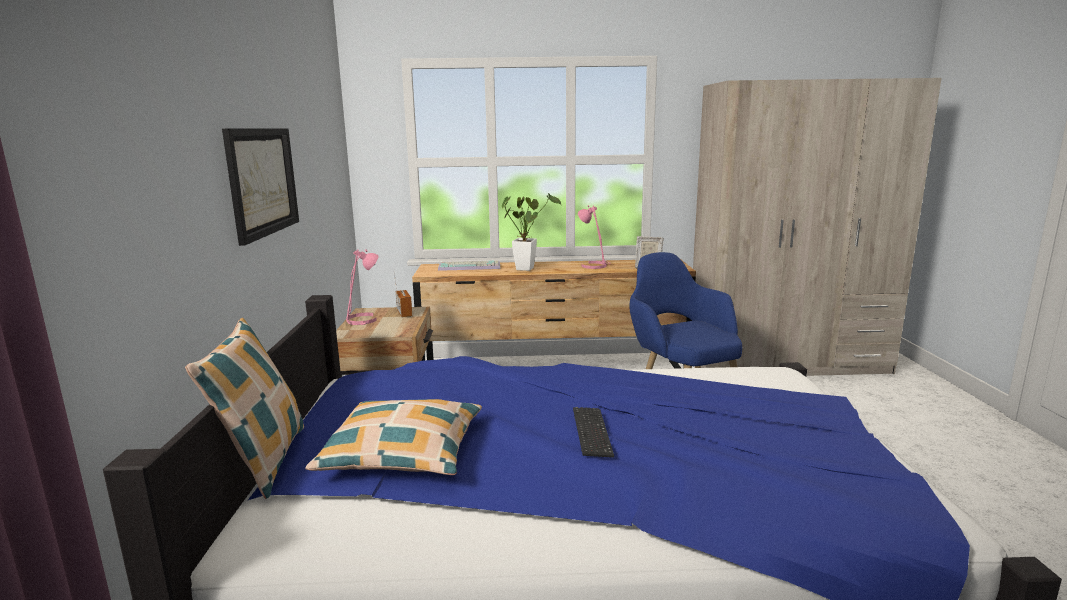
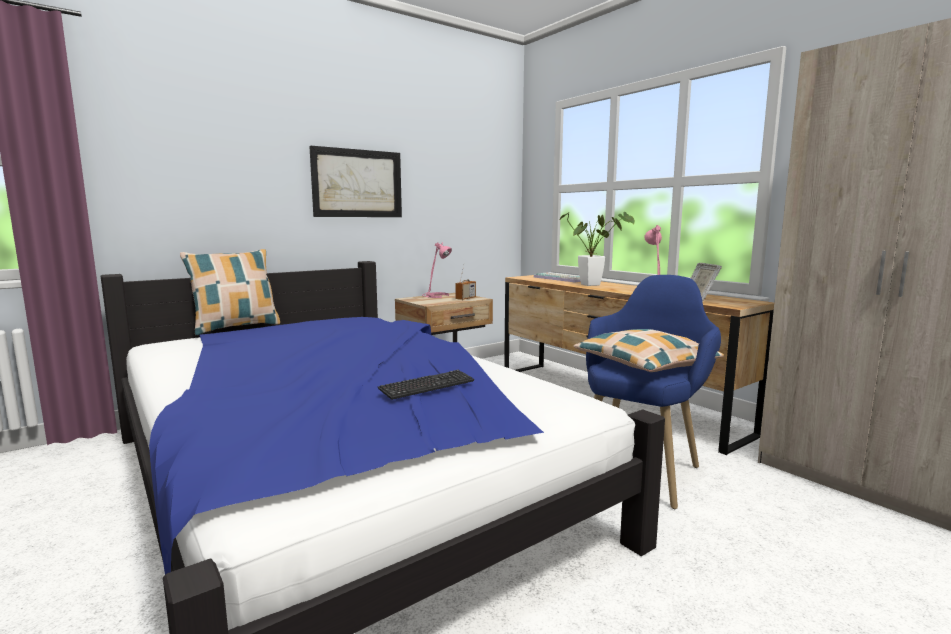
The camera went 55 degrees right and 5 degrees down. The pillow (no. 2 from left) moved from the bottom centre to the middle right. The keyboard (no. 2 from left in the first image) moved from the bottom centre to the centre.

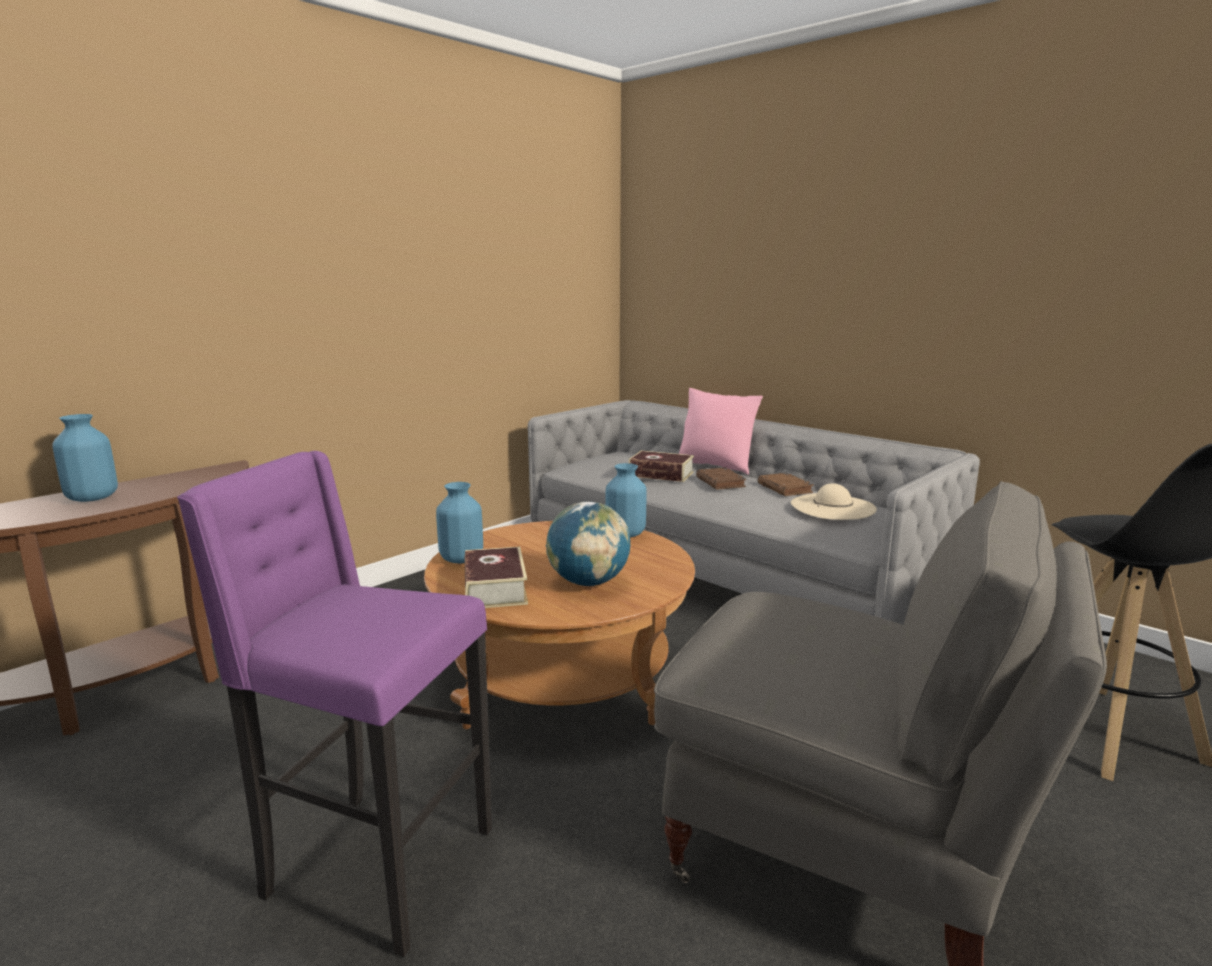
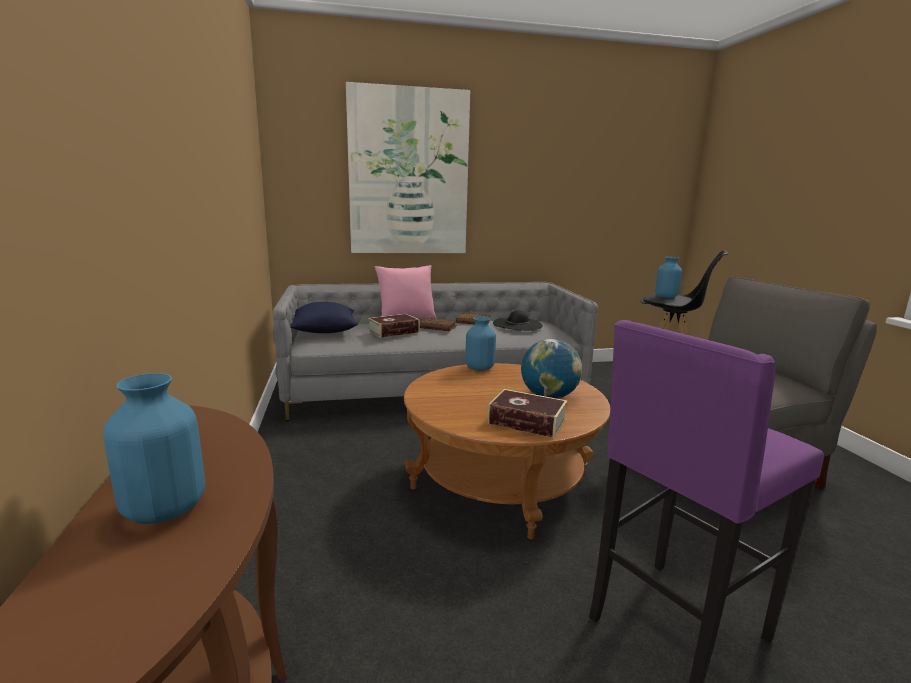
The camera went 55 degrees left and 0 degrees up. The vase/bluish (no. 2 from left in the first image) moved from the centre to the middle right. The clothing hat/sand-coloured at the middle right became the clothing hat/blackish at the centre. The wall art at the top centre appeared. The pillow/bluish at the centre appeared.

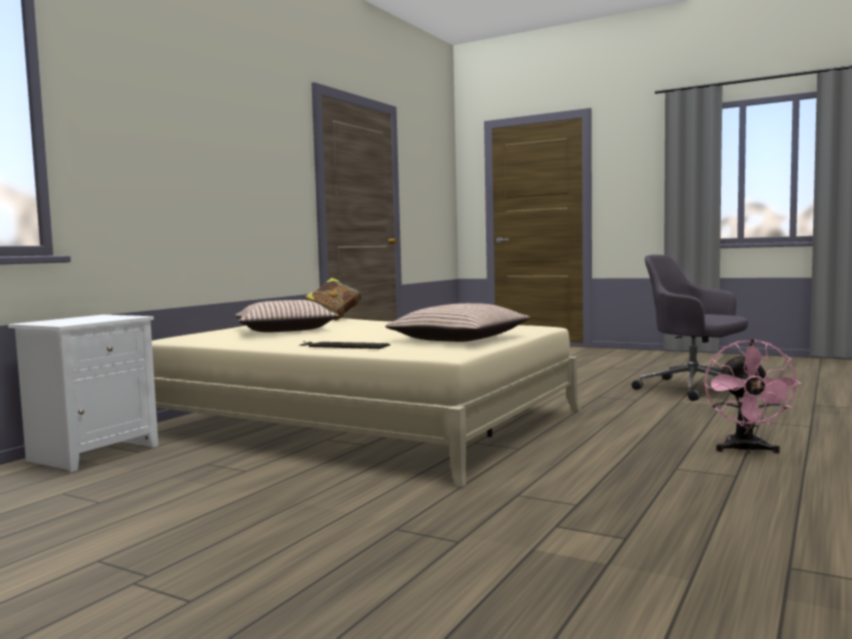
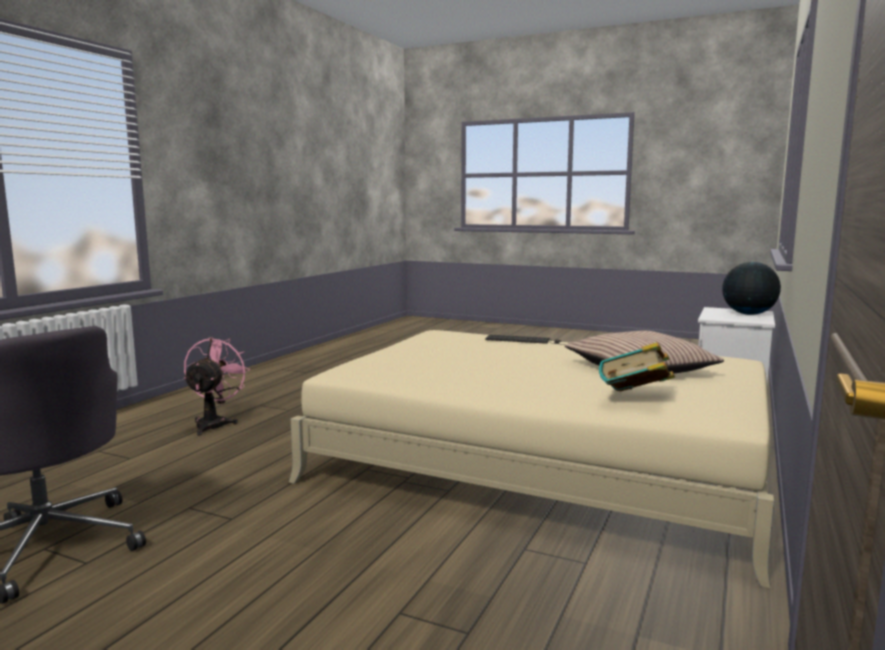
The camera went 175 degrees right and 5 degrees up. The pillow (no. 2 from left) at the centre disappeared. The globe at the middle right appeared.

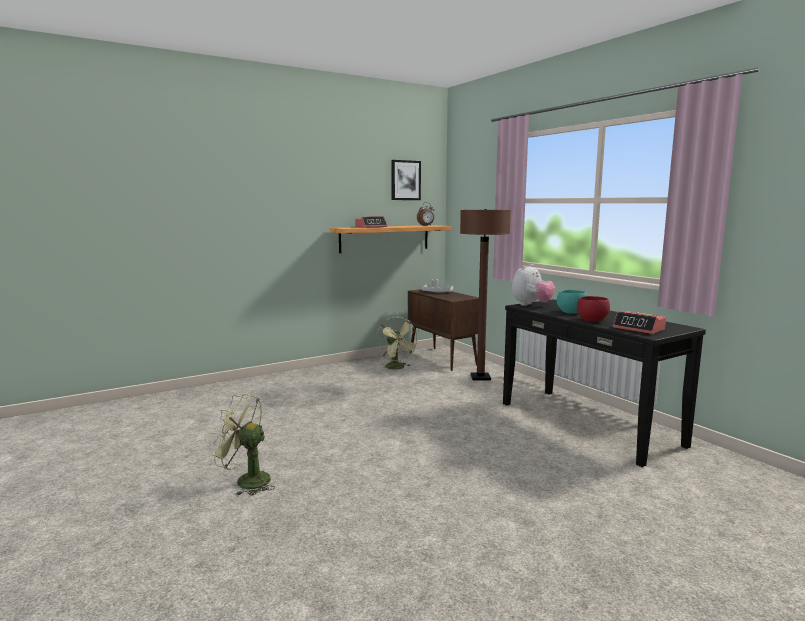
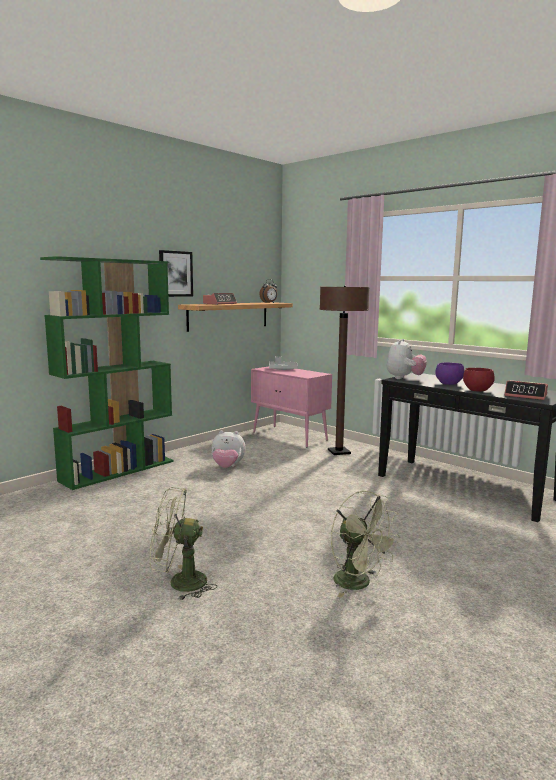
The camera went 15 degrees left and 0 degrees up. The wall art moved from the top centre to the middle left. The cupboard/brown-coloured at the centre became the cupboard/pinkish at the centre. The bowl/turquoise-coloured at the middle right became the bowl/purple at the middle right. The cooling fan/green (no. 2 from left) moved from the centre to the bottom centre. The bookcase/green at the middle left appeared. The soft toy (no. 1 from left) at the centre appeared.

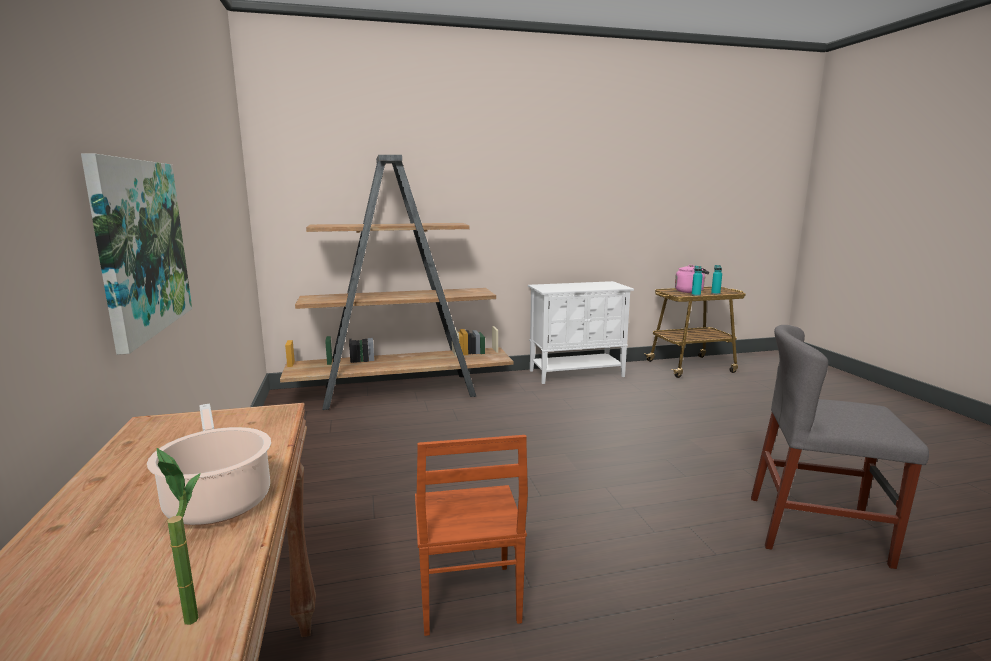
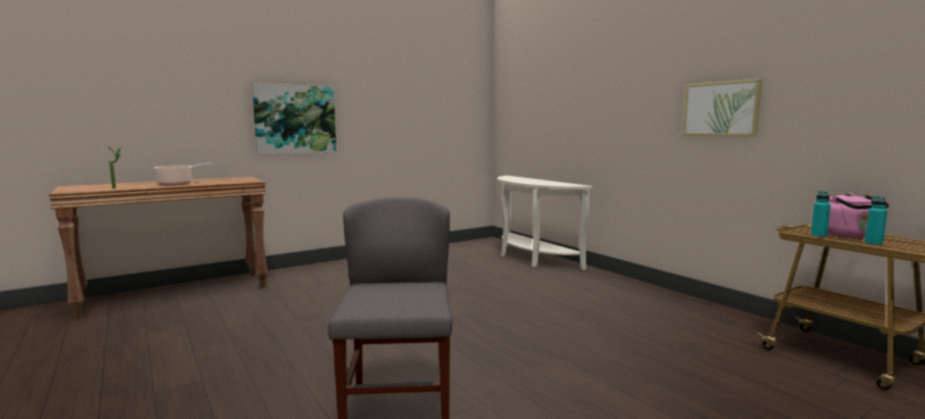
The camera went 70 degrees right and 5 degrees down. The bookcase/brown-coloured at the centre was replaced by the narrow table/whitish at the centre. The cupboard/whitish at the centre disappeared. The chair/brown-coloured at the bottom centre disappeared. The wall art (no. 2 from left) at the top right appeared.

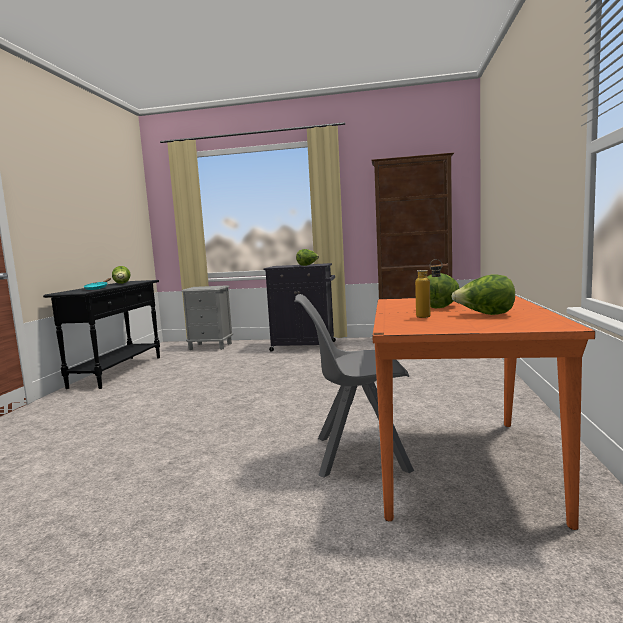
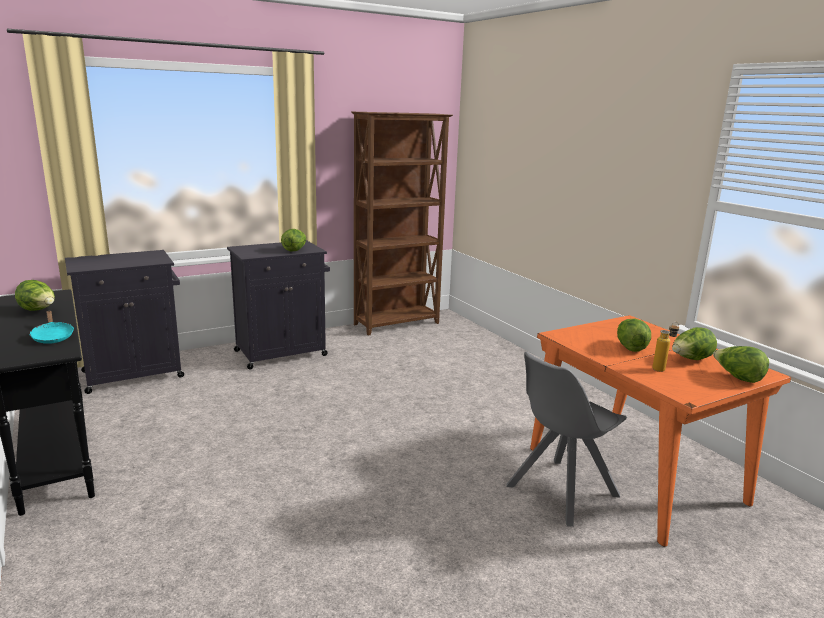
The camera went 40 degrees left and 10 degrees up. The nightstand/greyish at the middle left was replaced by the cupboard/blackish (no. 1 from left) at the middle left. The head of lettuce (no. 5 from left) at the middle right appeared.

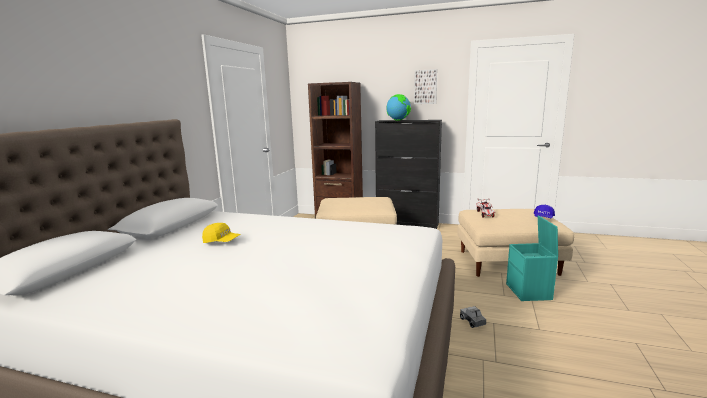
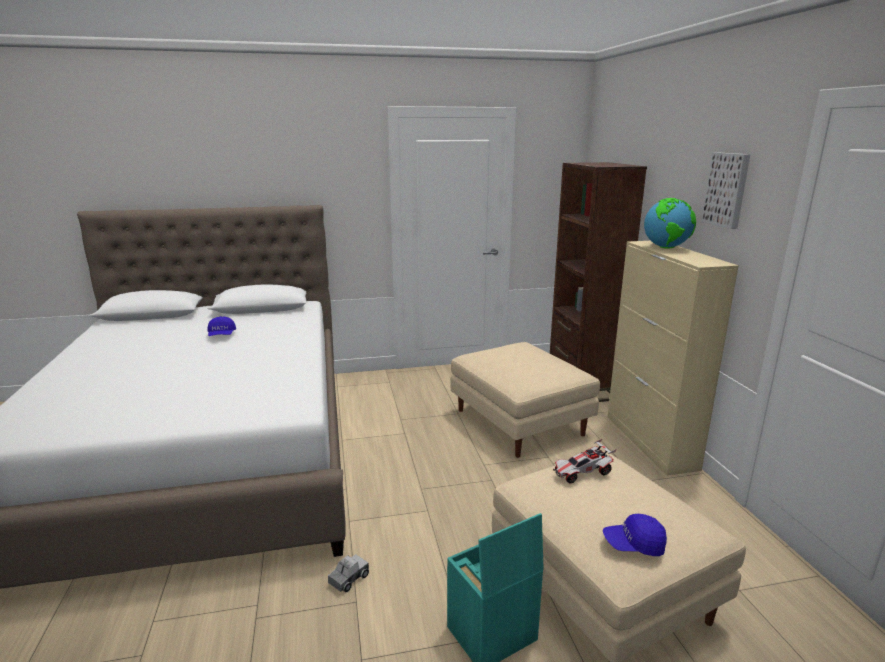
The camera went 60 degrees right and 5 degrees up. The cupboard/blackish at the centre became the cupboard/sand-coloured at the middle right. The peaked cap/yellow at the middle left became the peaked cap/bluish (no. 1 from left) at the middle left.

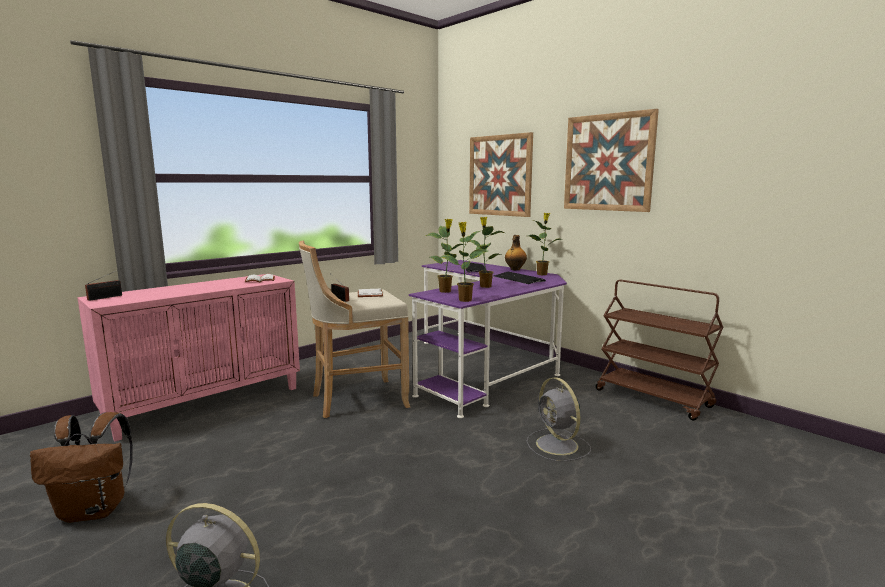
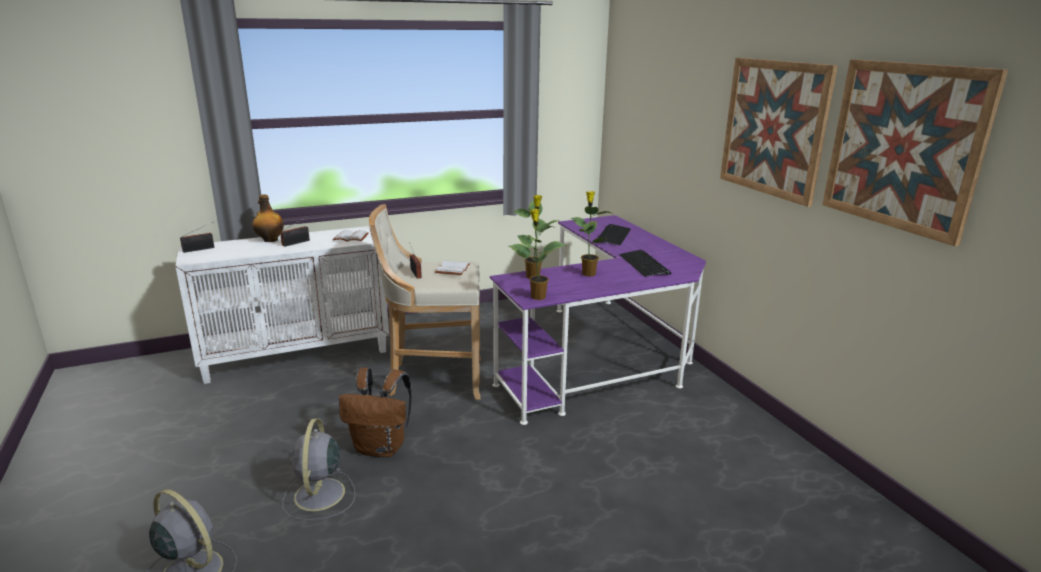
The camera went 20 degrees right and 10 degrees up. The wall art (no. 1 from left in the first image) moved from the top centre to the top right. The plant in a pot (no. 4 from left) at the centre disappeared. The drink bottle moved from the centre to the middle left. The cupboard/pinkish at the middle left became the cupboard/whitish at the middle left. The wheeled cart/brown-coloured at the middle right disappeared. The cooling fan/greyish (no. 2 from left) moved from the bottom centre to the bottom left. The rucksack/brown-coloured moved from the bottom left to the bottom centre. The radio receiver (no. 2 from left) at the middle left appeared.

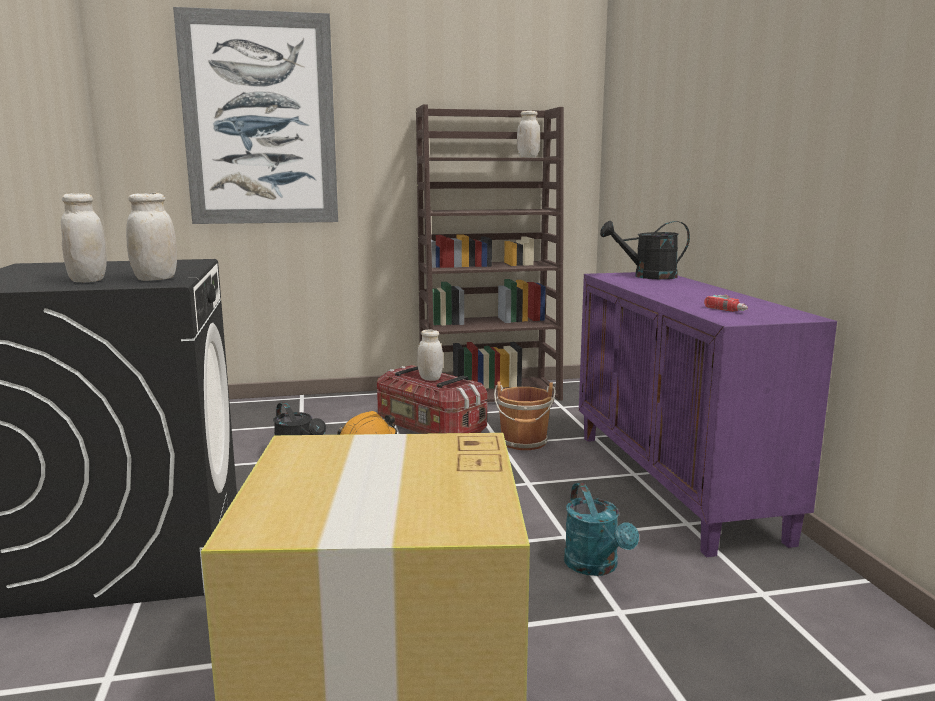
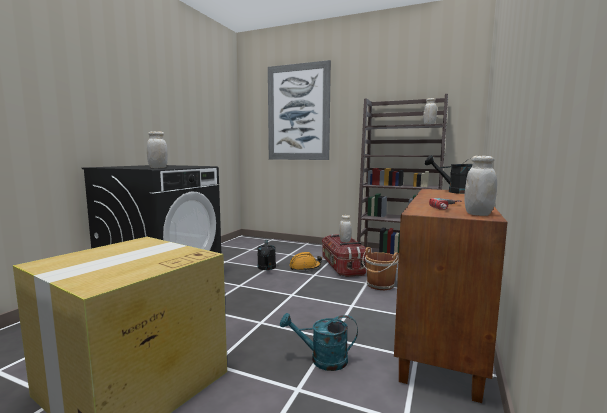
The camera went 35 degrees right and 5 degrees down. The preserve jar/whitish (no. 1 from left in the first image) moved from the middle left to the middle right. The cupboard/purple at the middle right became the cupboard/brown-coloured at the bottom right. The watering pot/turquoise-coloured at the bottom centre turned 75 degrees clockwise.

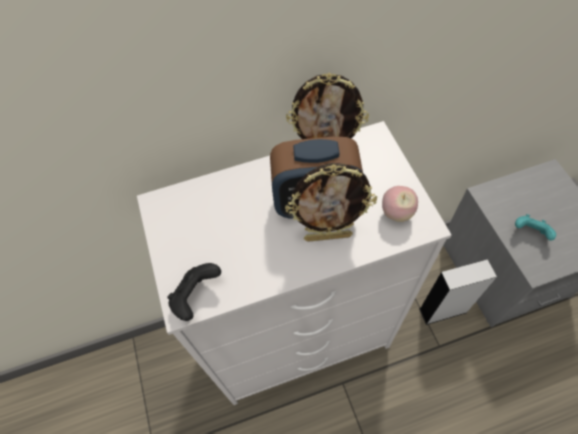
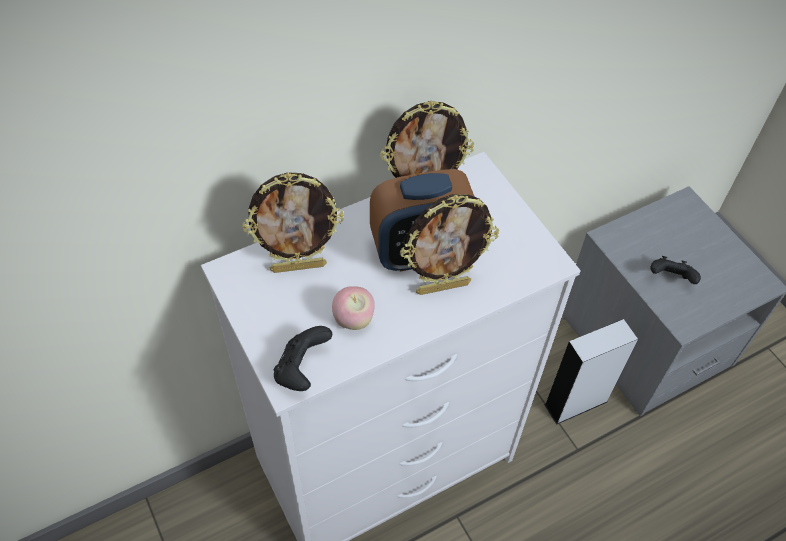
The camera went 15 degrees left and 5 degrees down. The apple moved from the middle right to the centre. The joypad/turquoise-coloured at the middle right became the joypad/blackish (no. 2 from left) at the middle right. The picture frame (no. 1 from left) at the centre appeared.

